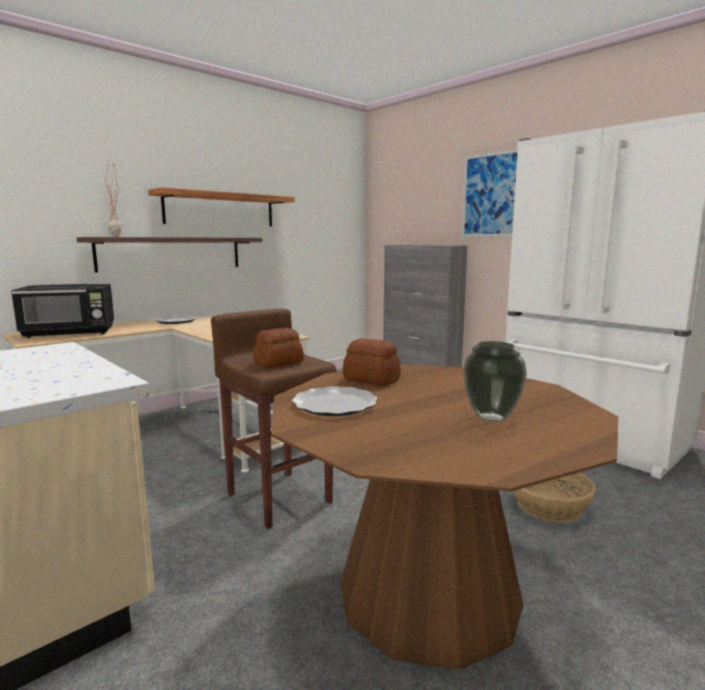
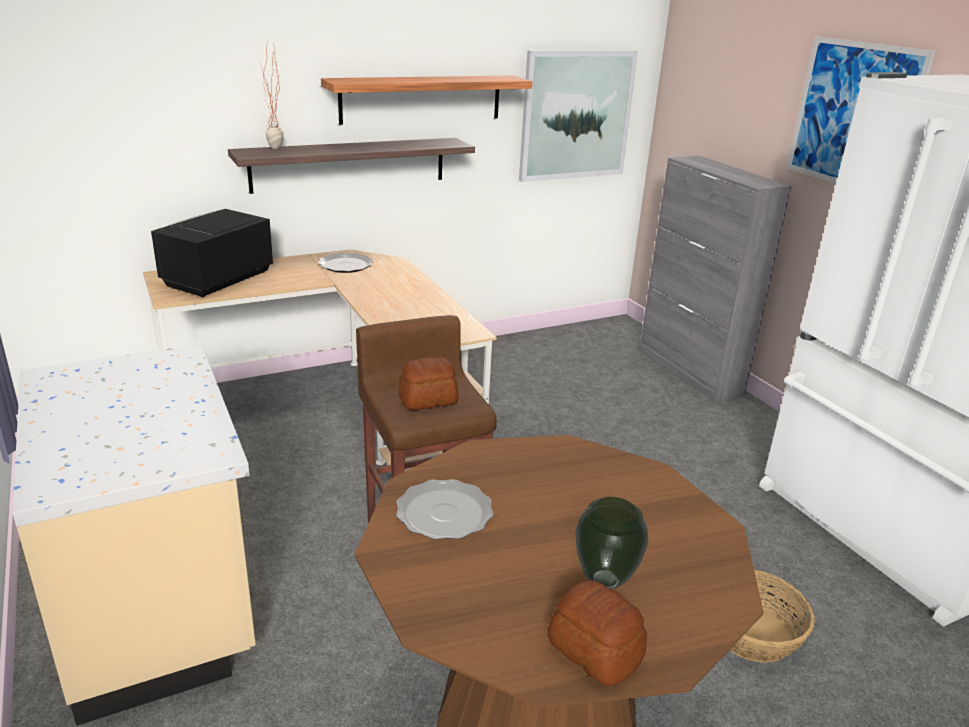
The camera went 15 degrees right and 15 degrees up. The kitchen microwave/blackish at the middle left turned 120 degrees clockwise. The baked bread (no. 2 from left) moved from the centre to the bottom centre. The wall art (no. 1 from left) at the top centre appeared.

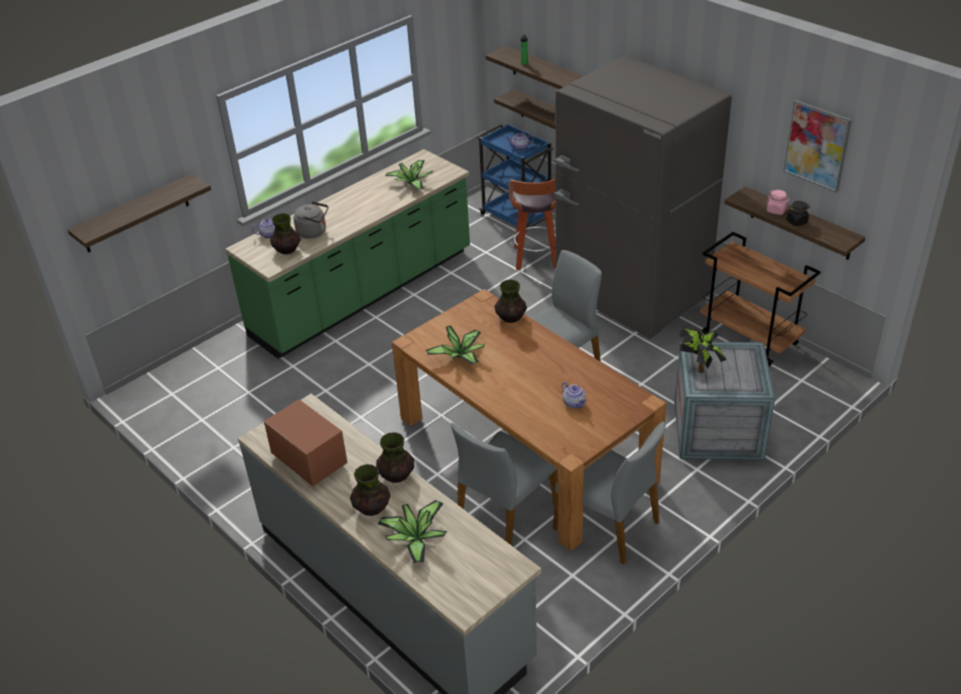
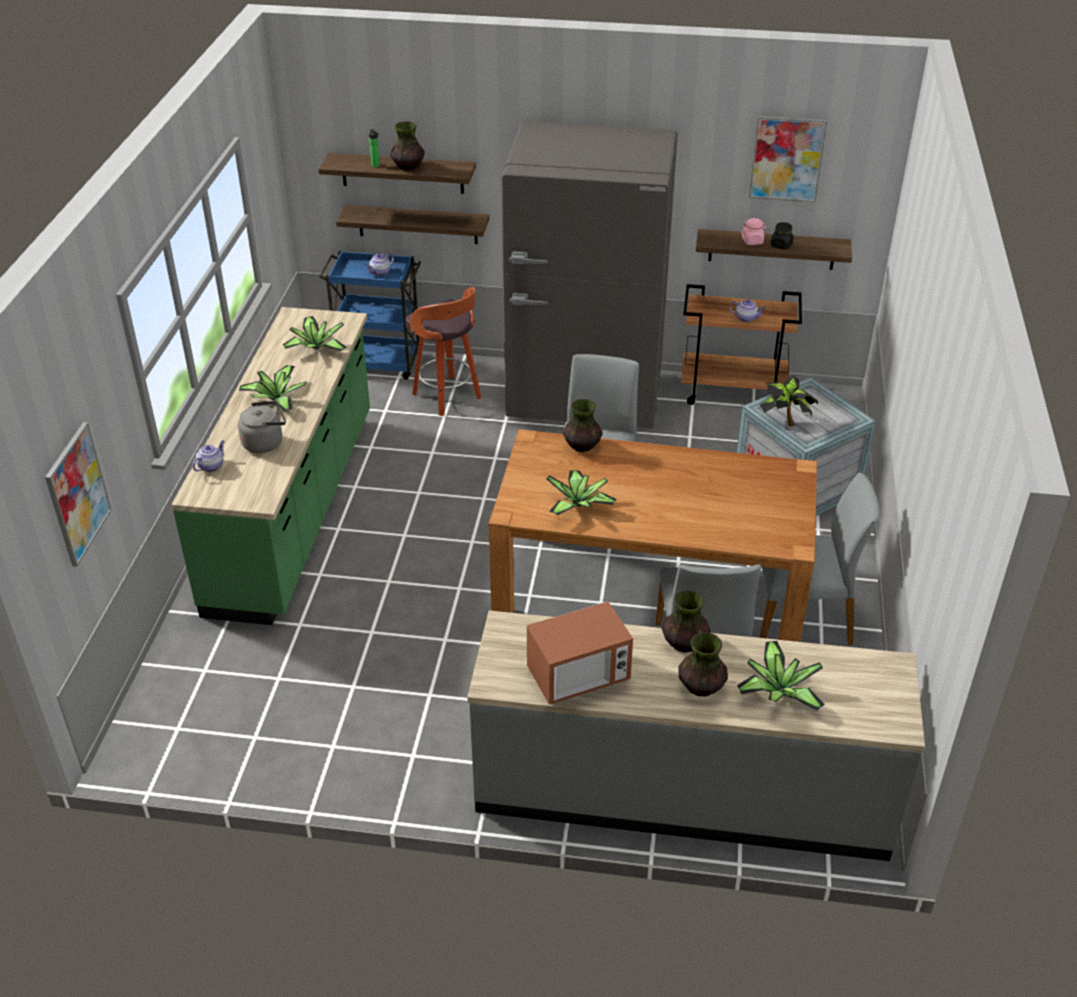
The camera went 40 degrees left and 0 degrees up. The shelf (no. 1 from left) at the top left was replaced by the wall art (no. 1 from left) at the middle left. The vase (no. 1 from left) moved from the middle left to the top centre. The teapot (no. 3 from left) moved from the centre to the top right. The kitchen microwave at the middle left turned 150 degrees clockwise. The plant in a pot (no. 1 from left) at the middle left appeared.

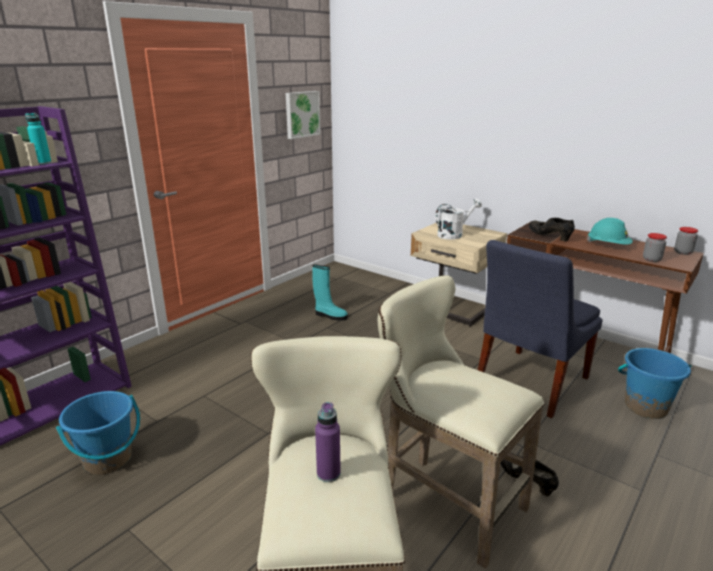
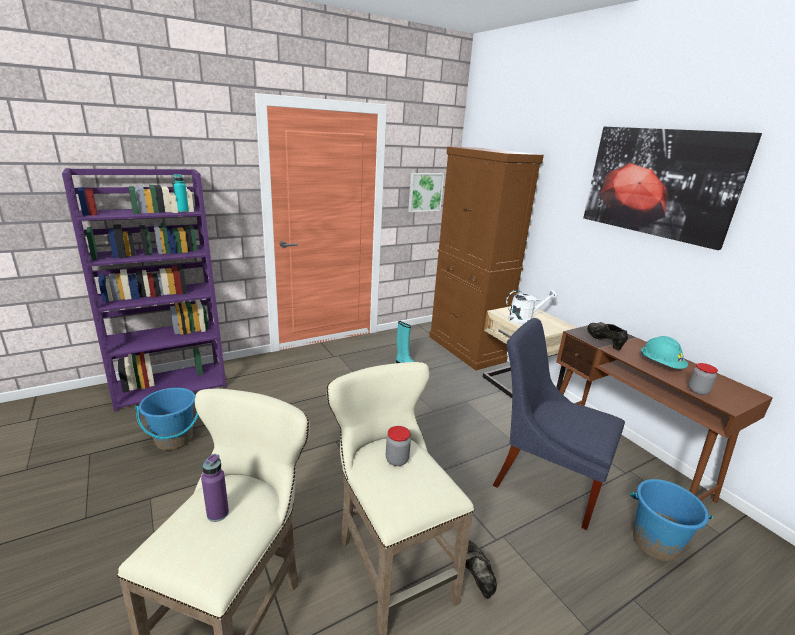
The camera went 20 degrees right and 0 degrees up. The preserve jar (no. 2 from left in the first image) moved from the middle right to the bottom centre. The chair/bluish at the middle right turned 60 degrees clockwise. The wall art (no. 2 from left) at the top right appeared. The cupboard/brown-coloured at the centre appeared.

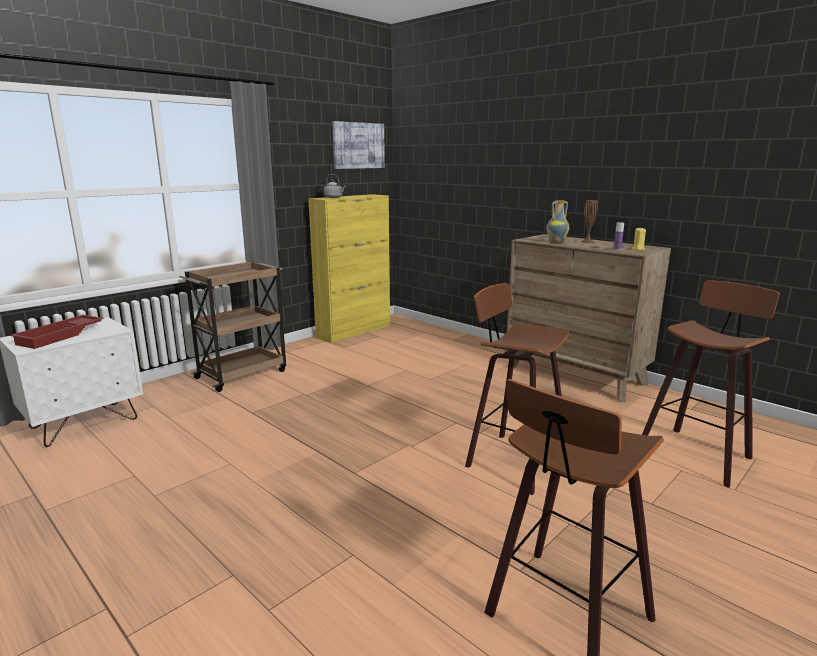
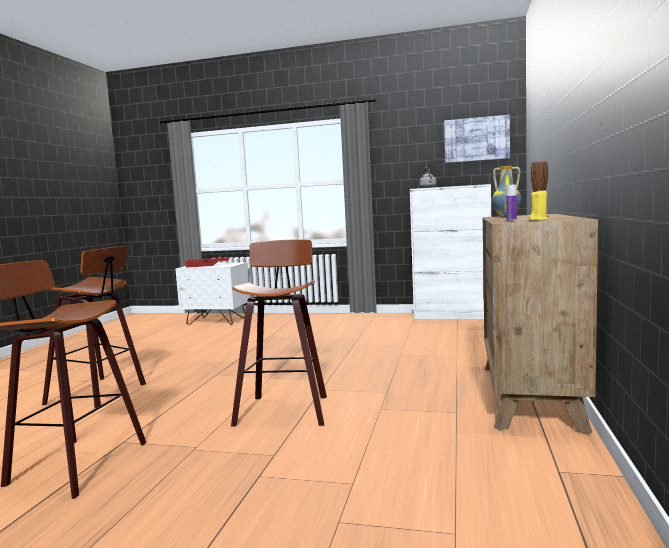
The camera went 60 degrees right and 10 degrees down. The cupboard/yellow at the centre became the cupboard/whitish at the middle right. The wheeled cart/brown-coloured at the middle left disappeared. The stool seat (no. 3 from left in the first image) moved from the middle right to the middle left.

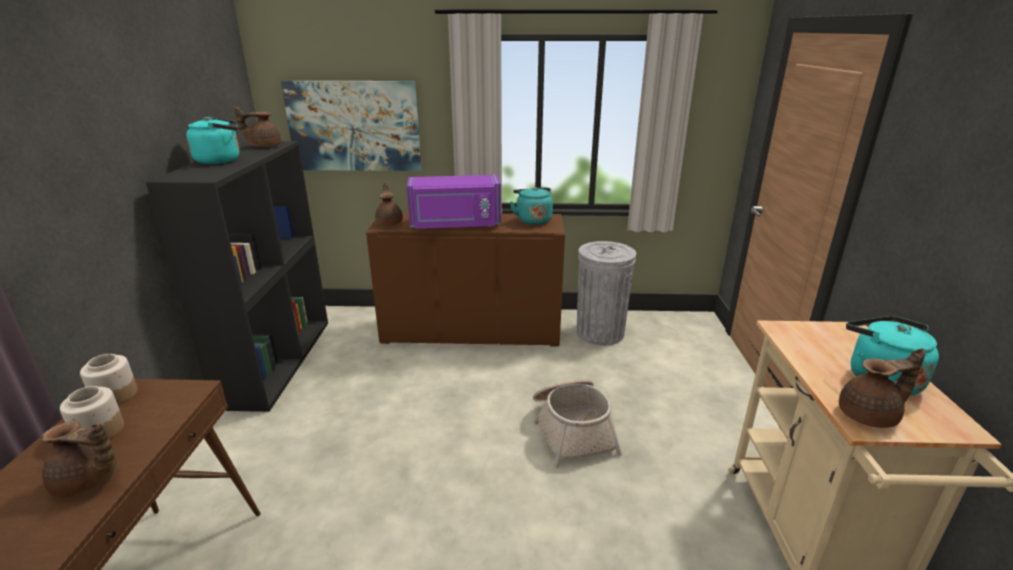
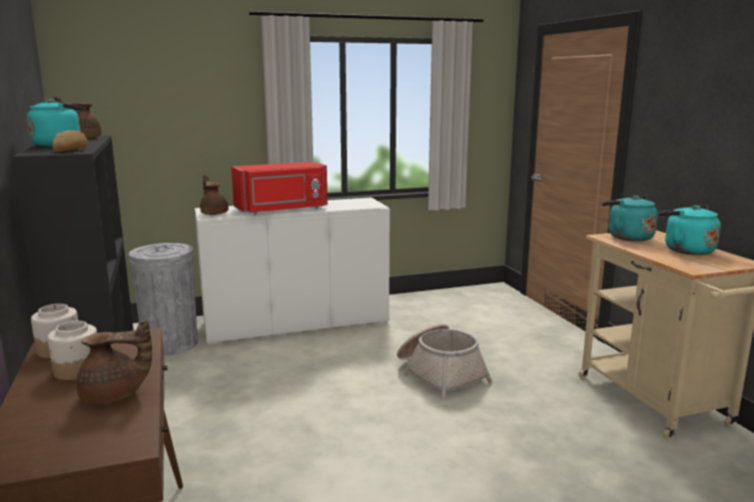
The camera went 20 degrees left and 10 degrees down. The wall art at the top centre disappeared. The kitchen microwave/purple at the centre became the kitchen microwave/red at the centre. The tea kettle/turquoise-coloured (no. 2 from left) moved from the centre to the middle right. The cupboard/brown-coloured at the centre became the cupboard/whitish at the centre. The rubbish bin/greyish moved from the centre to the middle left. The teapot/brown-coloured (no. 4 from left) at the bottom right disappeared. The baked bread at the top left appeared.

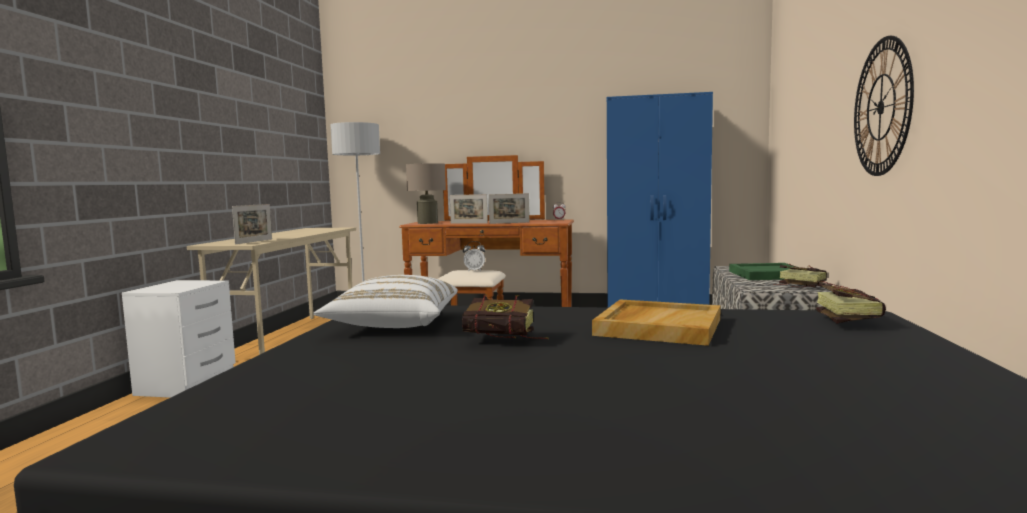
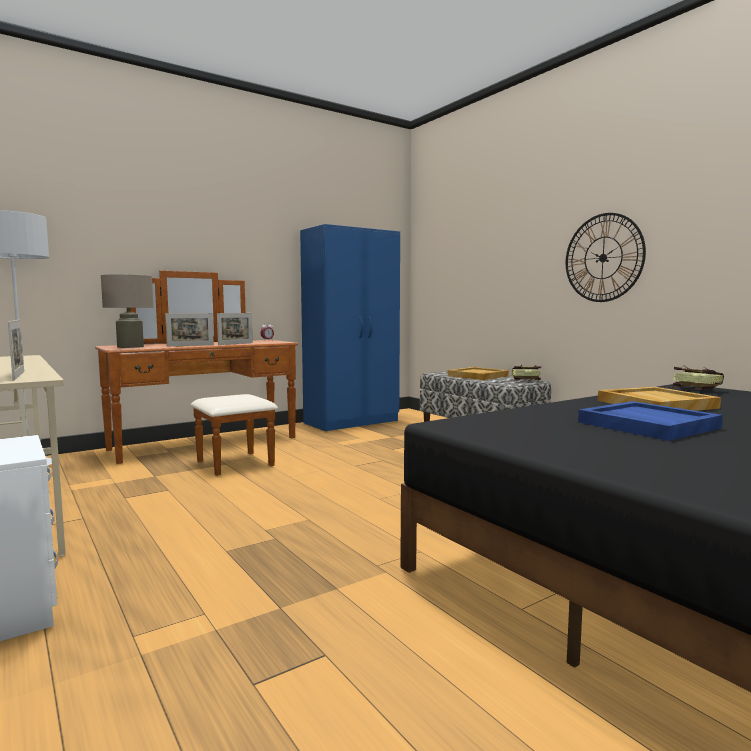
The camera went 45 degrees left and 0 degrees up. The table clock (no. 1 from left) at the centre disappeared. The tray/green at the middle right became the tray/sand-coloured (no. 1 from left) at the centre. The pillow/whitish at the centre disappeared. The book (no. 1 from left) at the centre was replaced by the tray/bluish at the middle right.

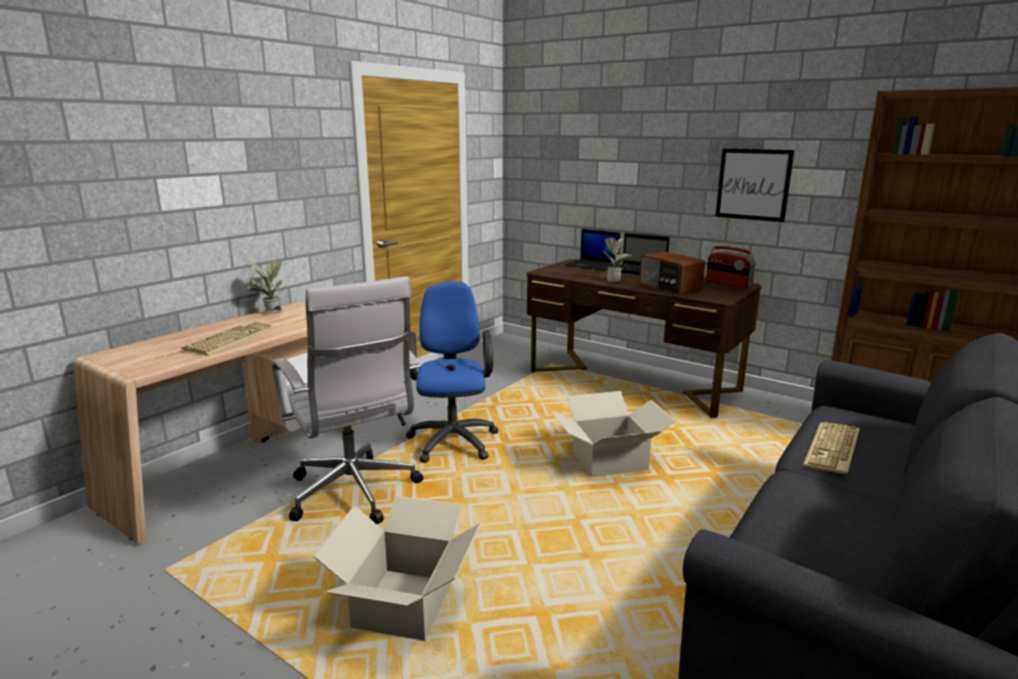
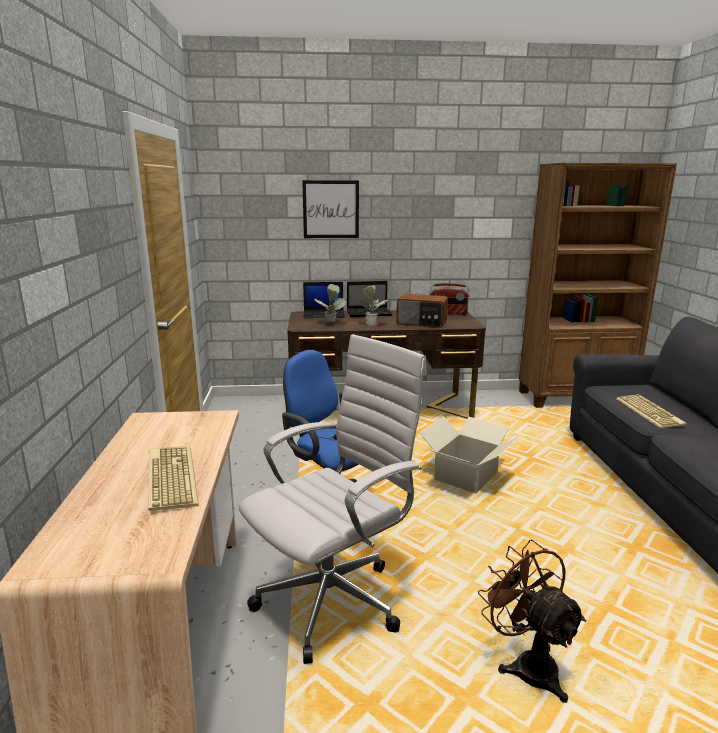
The camera went 40 degrees left and 0 degrees up. The wall art moved from the top right to the top centre. The plant in a pot (no. 1 from left) moved from the middle left to the centre. The desk chair/whitish at the centre turned 60 degrees counterclockwise. The packing box (no. 1 from left) at the bottom centre was replaced by the cooling fan/brown-coloured at the bottom right.

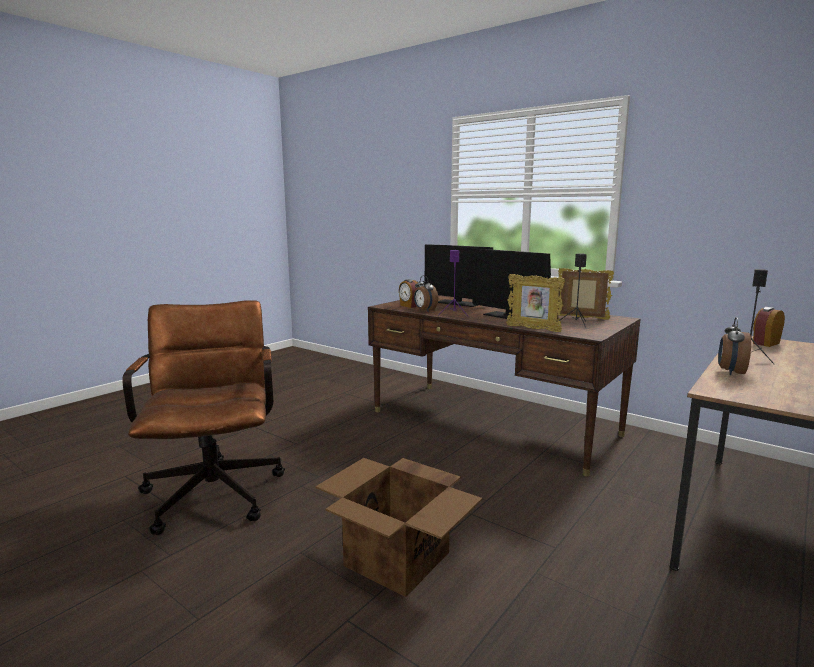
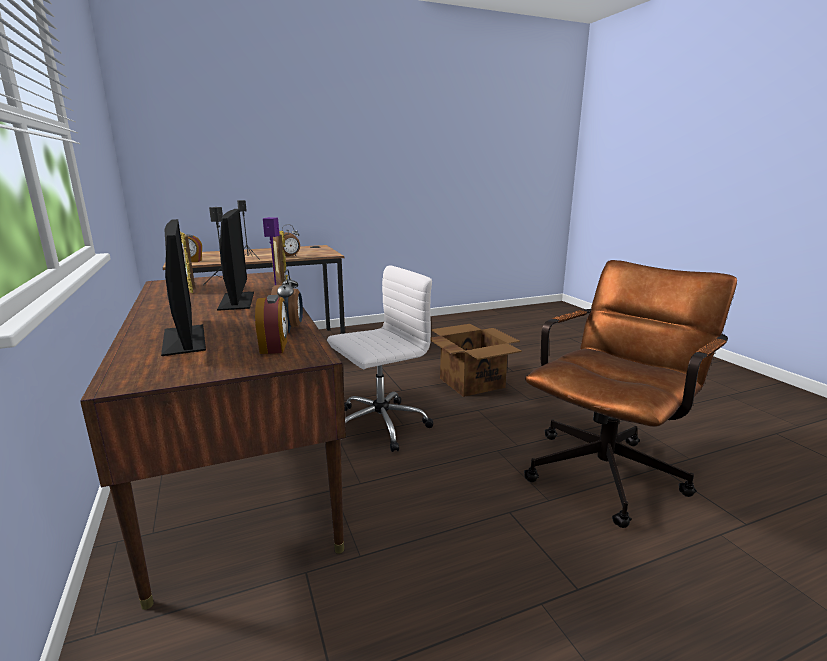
The camera went 150 degrees left and 5 degrees up. The desk chair/brown-coloured at the middle left turned 150 degrees counterclockwise. The desk chair/whitish at the centre appeared.

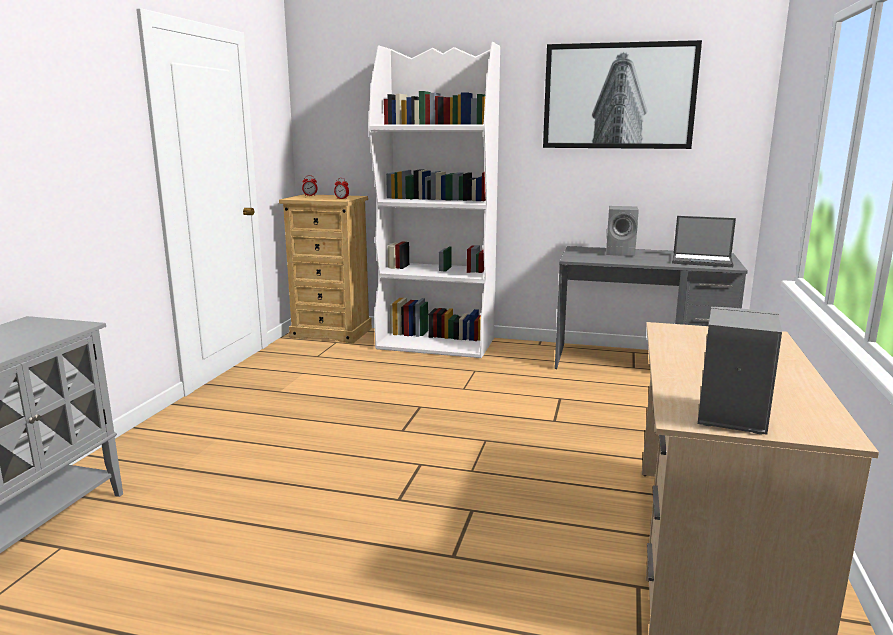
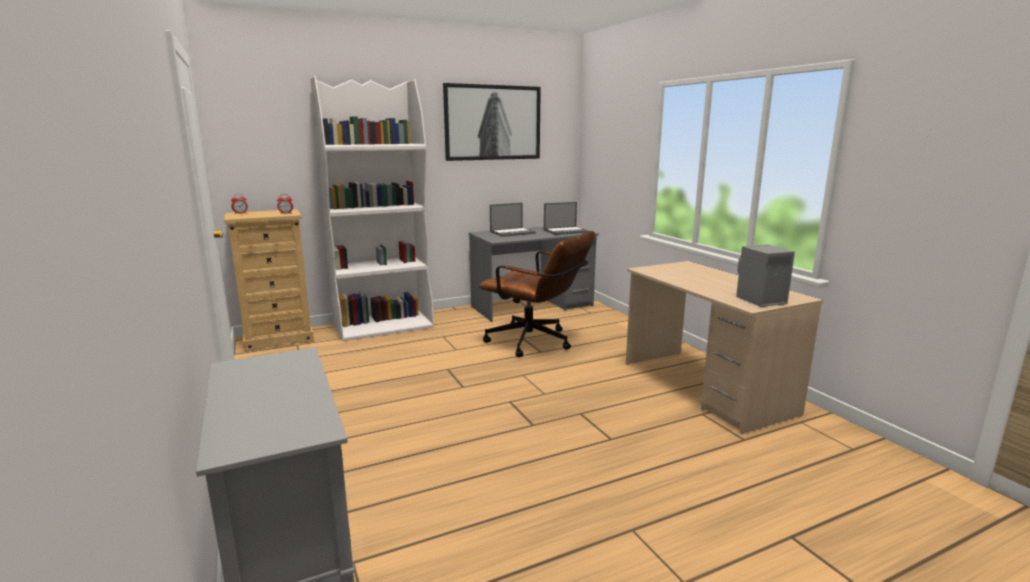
The camera went 40 degrees left and 0 degrees up. The speaker/greyish (no. 1 from left) at the middle right was replaced by the laptop (no. 1 from left) at the centre. The desk chair/brown-coloured at the centre appeared.

